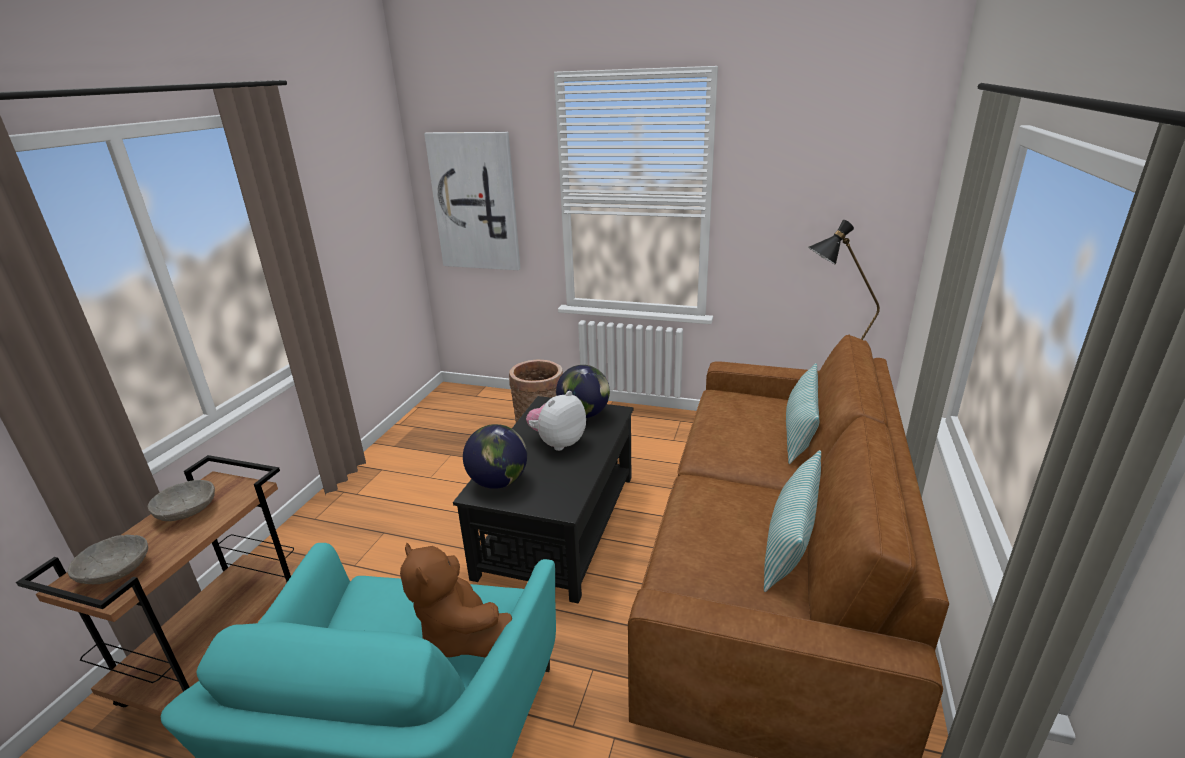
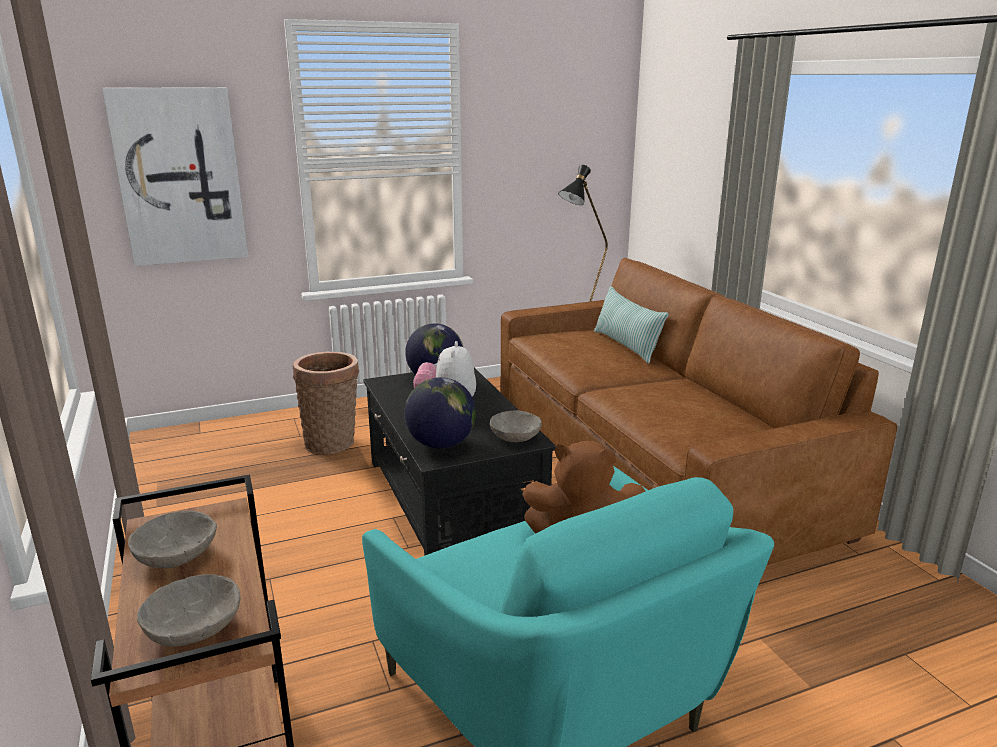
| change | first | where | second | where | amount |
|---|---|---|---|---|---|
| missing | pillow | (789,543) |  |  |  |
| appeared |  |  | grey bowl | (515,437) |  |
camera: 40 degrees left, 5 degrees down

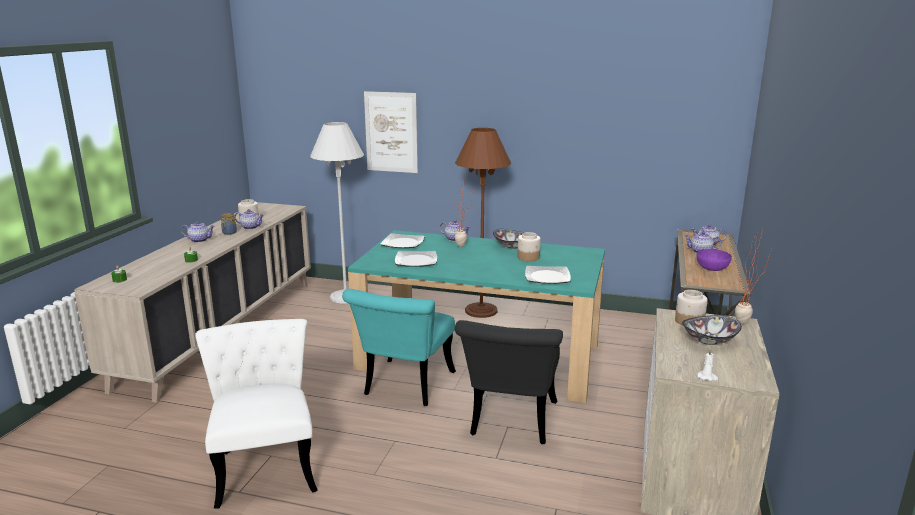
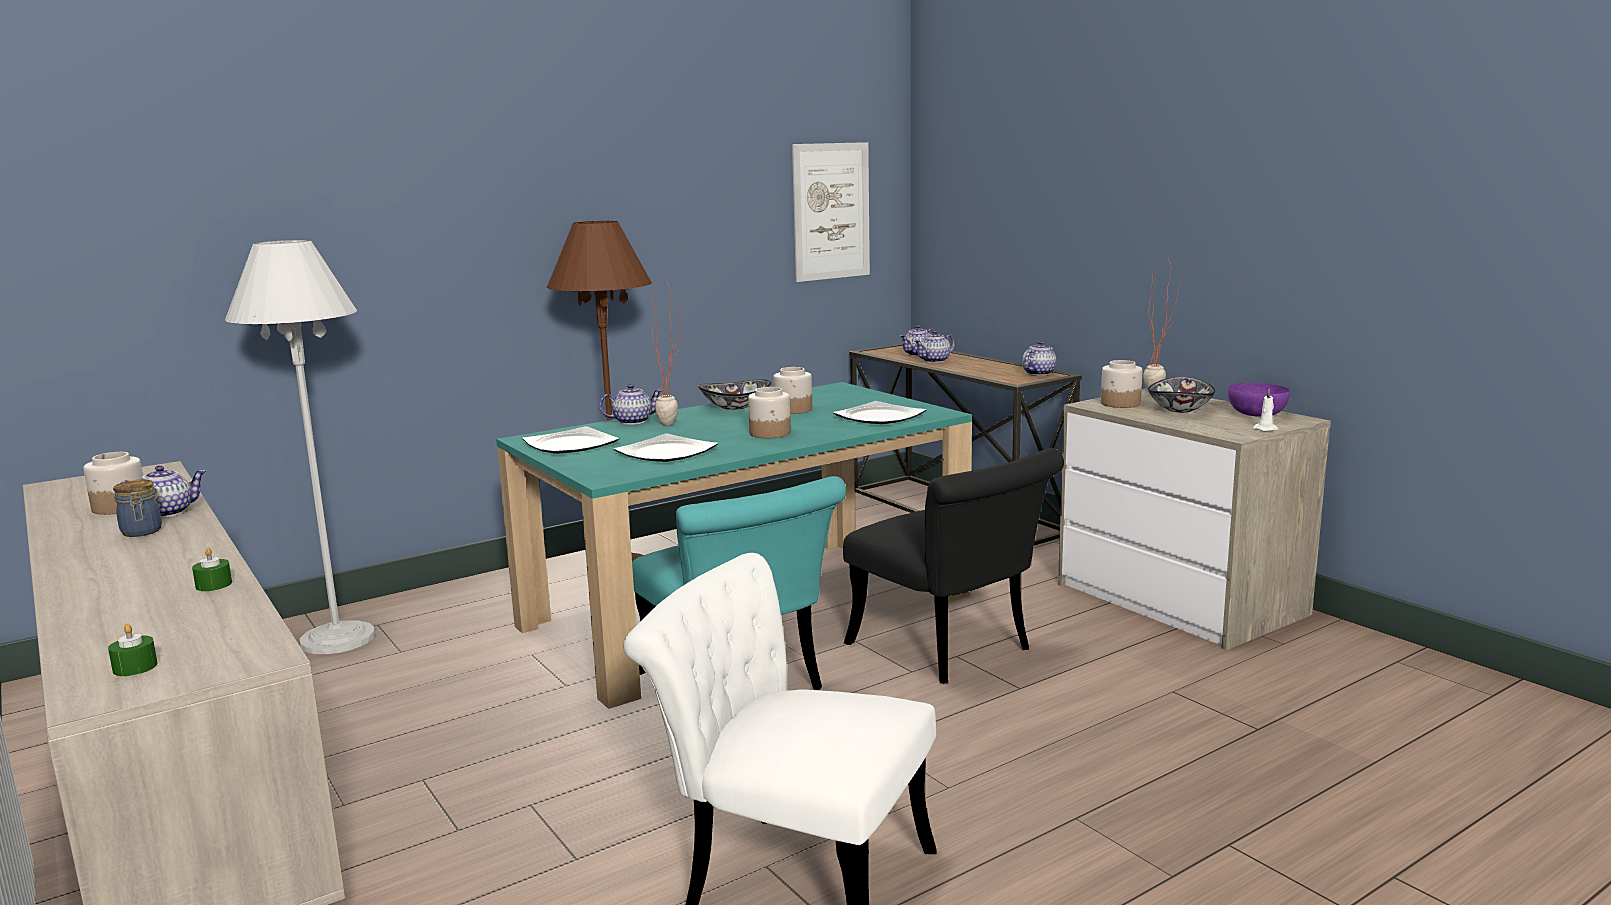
| change | first | where | second | where | amount |
|---|---|---|---|---|---|
| appeared |  |  | jar | (770,433) |  |
| relocated | teapot | (199,240) |  | (1038,373) |  |
| relocated | picture | (391,132) |  | (831,211) |  |
| relocated | purple bowl | (712,268) |  | (1256,414) |  |
camera: 50 degrees left, 5 degrees down

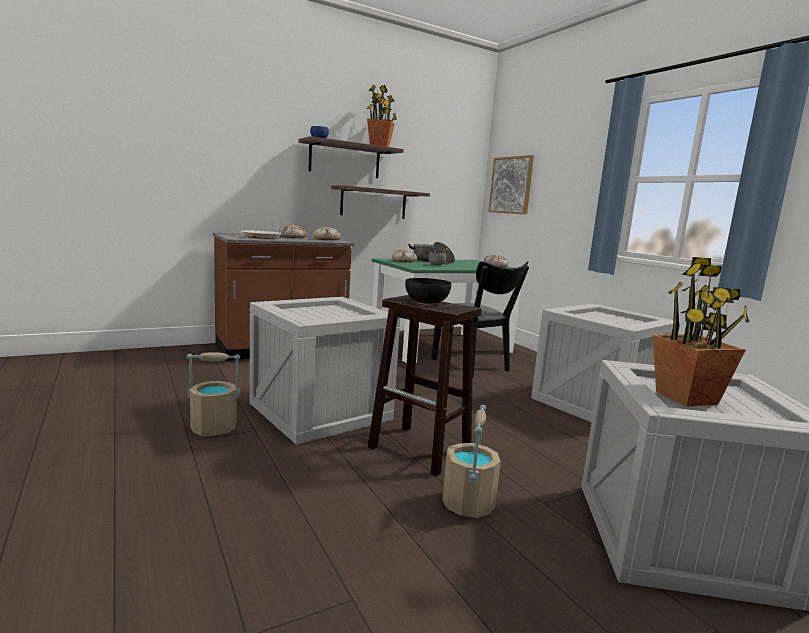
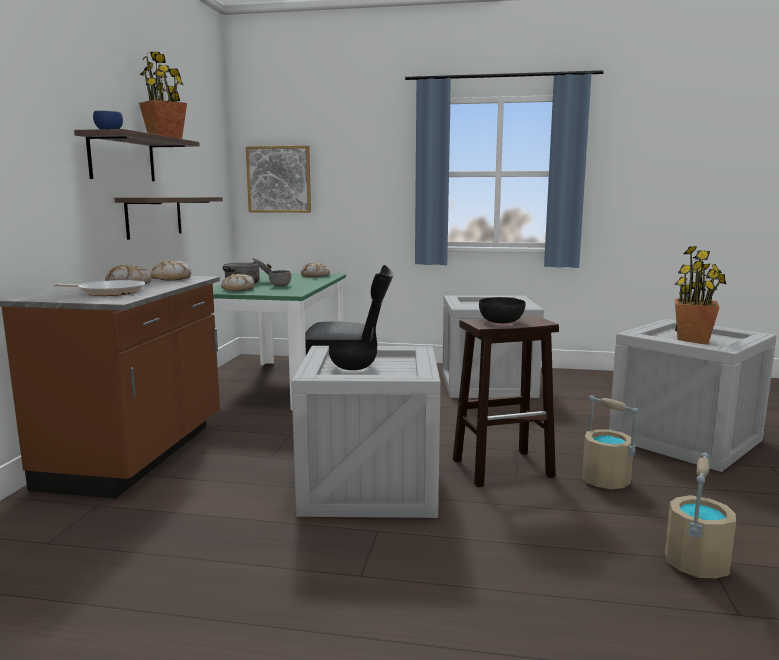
| change | first | where | second | where | amount |
|---|---|---|---|---|---|
| appeared |  |  | black bowl | (353,367) |  |
| relocated | beige bucket | (214,428) |  | (696,563) |  |
camera: 50 degrees left, 0 degrees up

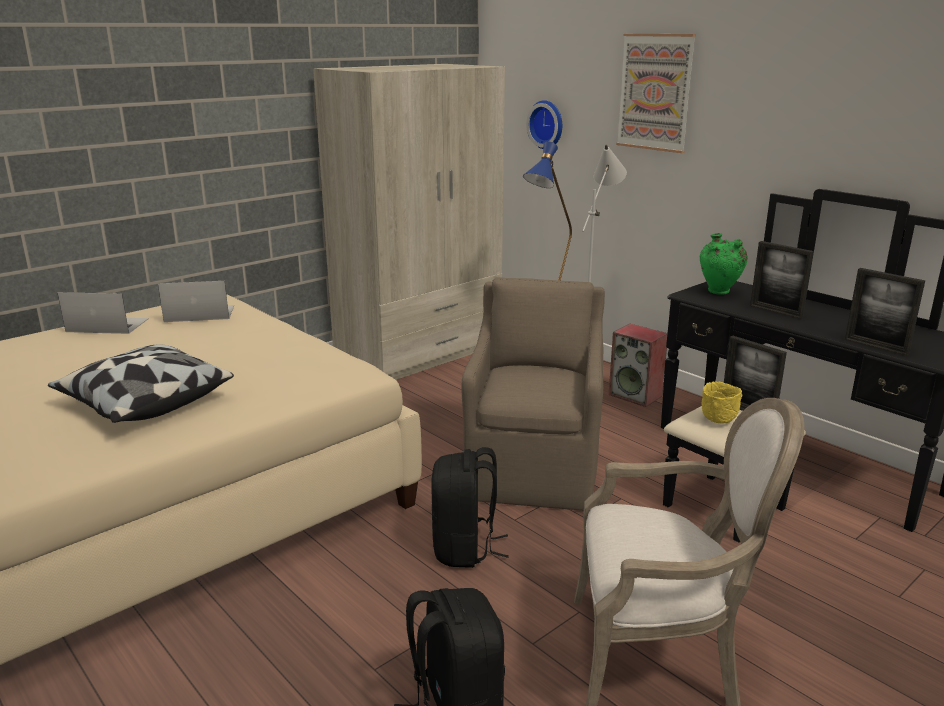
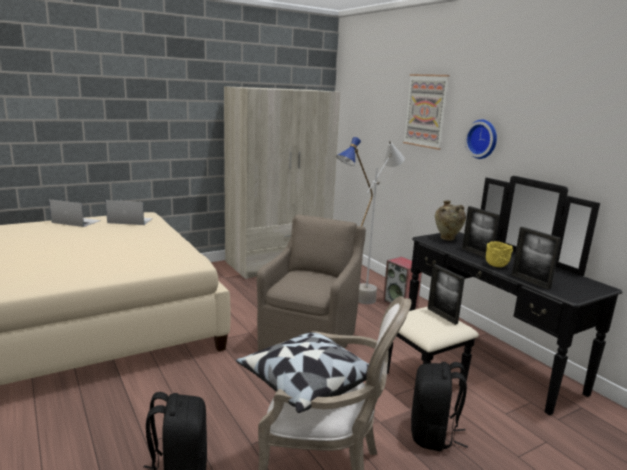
| change | first | where | second | where | amount |
|---|---|---|---|---|---|
| relocated | pillow | (144,403) |  | (305,383) |  |
| relocated | black backpack | (465,549) |  | (433,435) |  |
| relocated | wall clock | (547,124) |  | (483,139) |  |
| relocated | yellow bowl | (719,420) |  | (496,266) |  |
| colour | green vase | (719,292) | beige vase | (447,239) |  |
camera: 10 degrees right, 5 degrees down

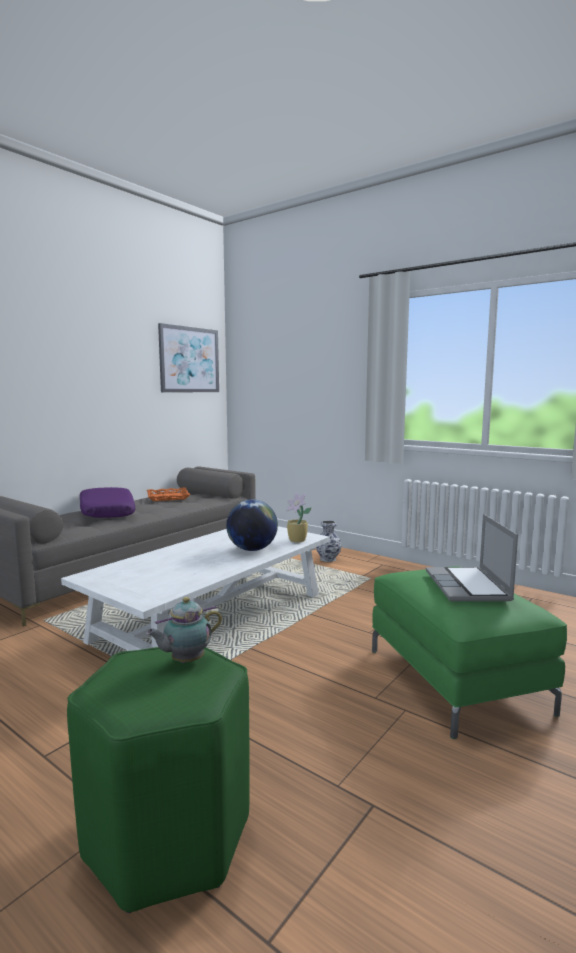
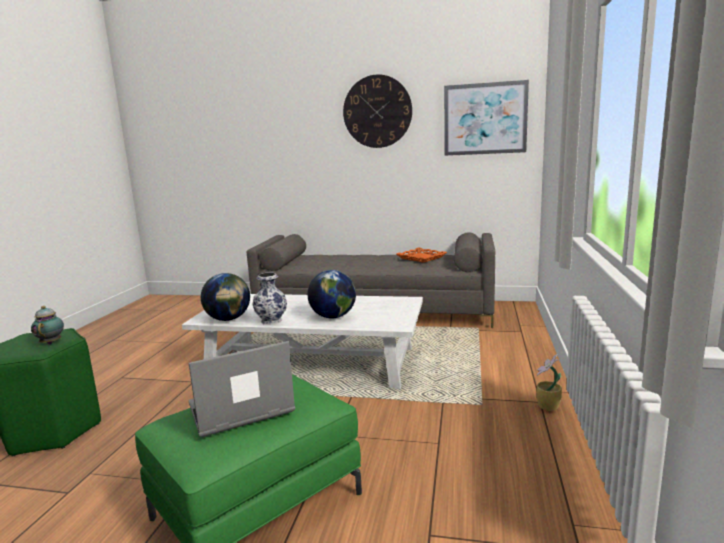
| change | first | where | second | where | amount |
|---|---|---|---|---|---|
| missing | purple pillow | (106,512) |  |  |  |
| appeared |  |  | globe | (228,319) |  |
| appeared |  |  | wall clock | (377,111) |  |
| relocated | potted plant | (297,540) |  | (547,407) |  |
| relocated | vase | (327,559) |  | (271,321) |  |
| spun | teapot | (185,661) |  | (51,342) | 45 degrees clockwise |
camera: 65 degrees right, 5 degrees up

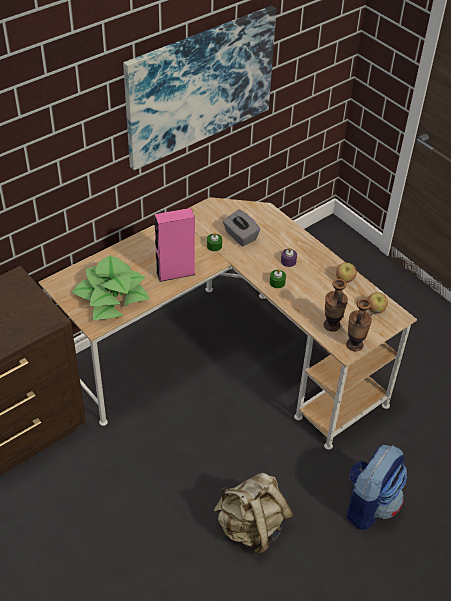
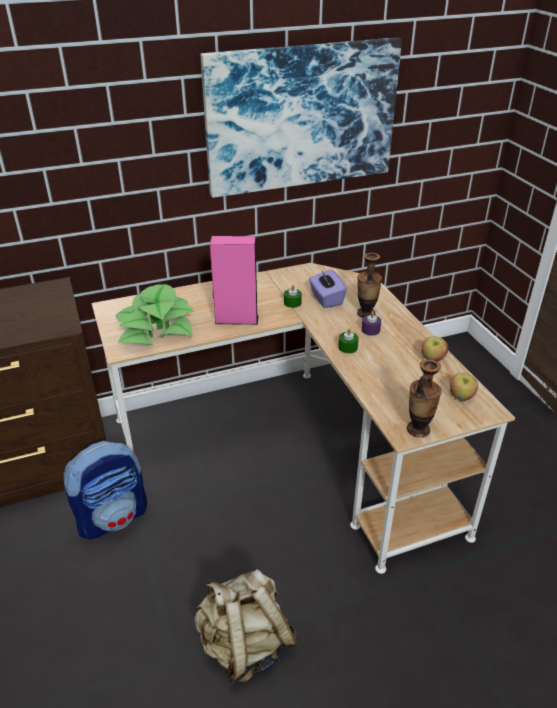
| change | first | where | second | where | amount |
|---|---|---|---|---|---|
| relocated | vase | (331,325) |  | (366,313) |  |
| relocated | backpack | (369,504) |  | (113,517) |  |
| colour | grey tissue box | (240,236) | purple tissue box | (326,299) |  |
camera: 20 degrees right, 10 degrees down

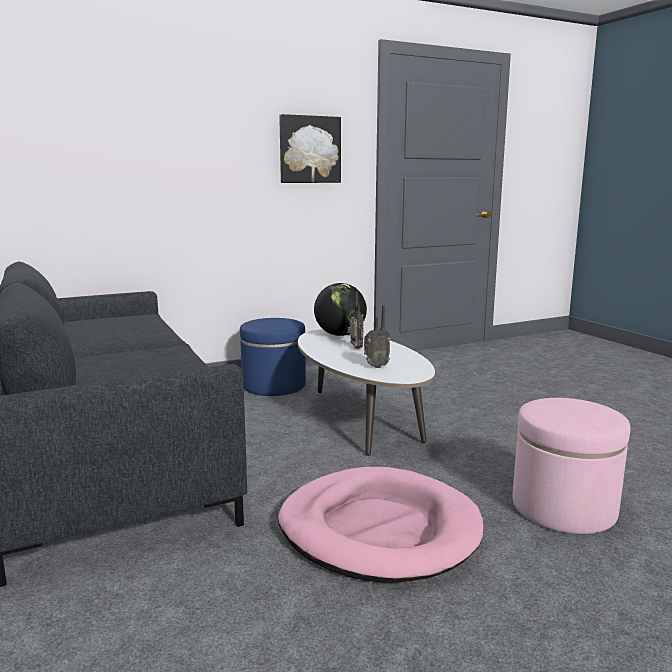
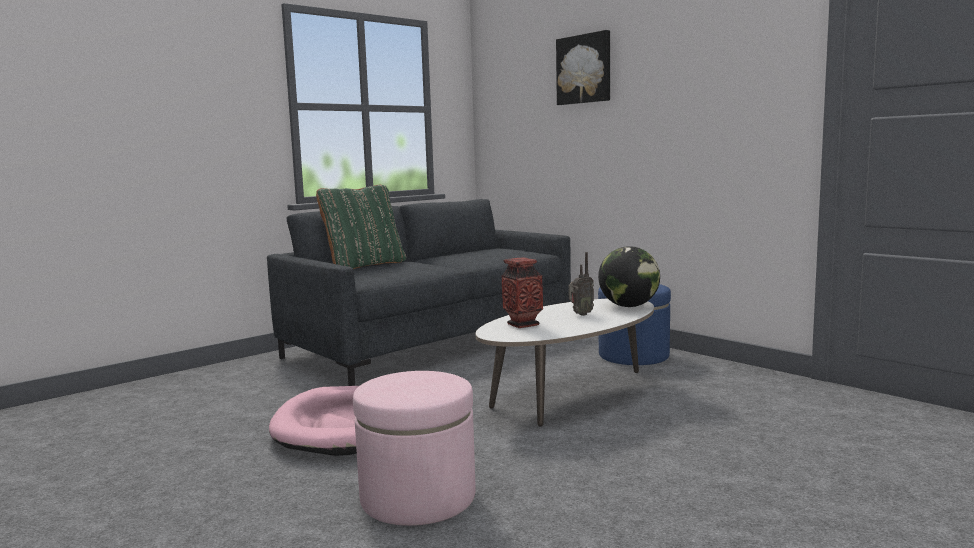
| change | first | where | second | where | amount |
|---|---|---|---|---|---|
| appeared |  |  | green pillow | (364,266) |  |
| relocated | picture | (309,149) |  | (584,69) |  |
| exchanged | radio | (375,366) | vase | (523,324) |  |
camera: 75 degrees right, 5 degrees down

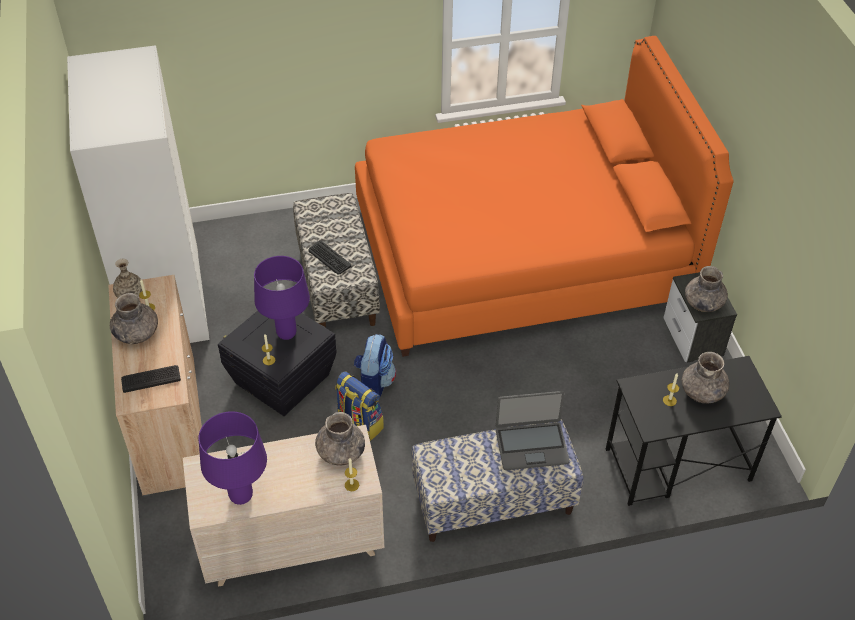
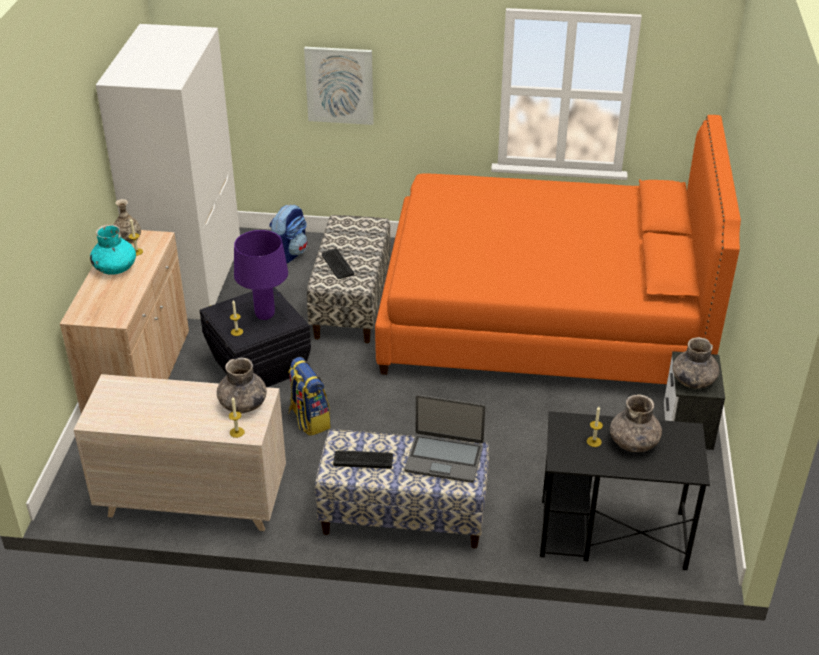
| change | first | where | second | where | amount |
|---|---|---|---|---|---|
| missing | purple table lamp | (241,496) |  |  |  |
| appeared |  |  | picture | (339,85) |  |
| relocated | keyboard | (151,379) |  | (363,459) |  |
| relocated | backpack | (374,382) |  | (290,253) |  |
| colour | grey vase | (136,333) | turquoise vase | (115,267) |  |
camera: 20 degrees right, 10 degrees down

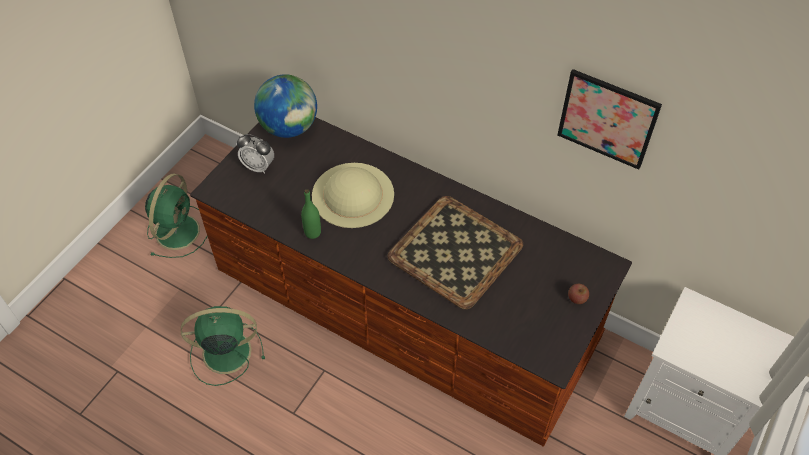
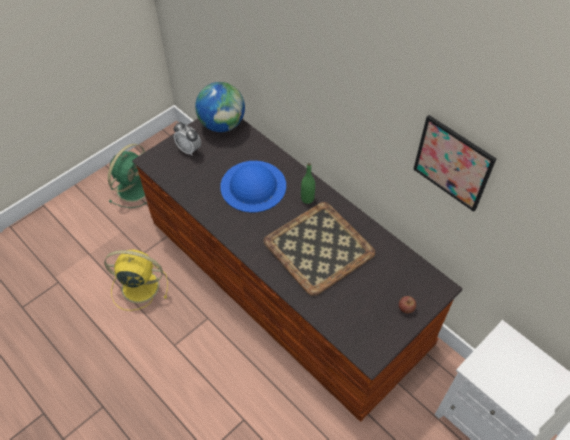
| change | first | where | second | where | amount |
|---|---|---|---|---|---|
| relocated | green bottle | (312,232) |  | (307,199) |  |
| colour | green fan | (224,352) | yellow fan | (138,286) |  |
| colour | beige hat | (353,195) | blue hat | (253,186) |  |
camera: 15 degrees right, 0 degrees up

